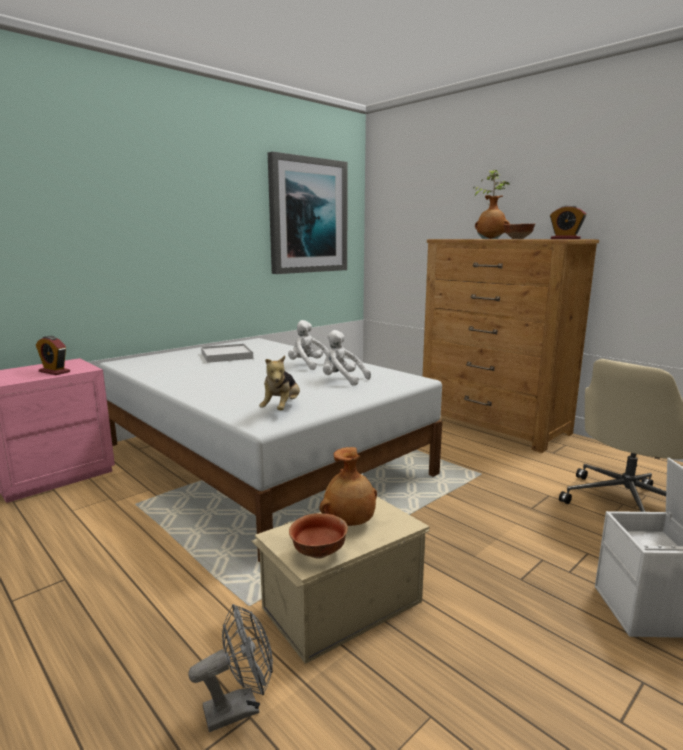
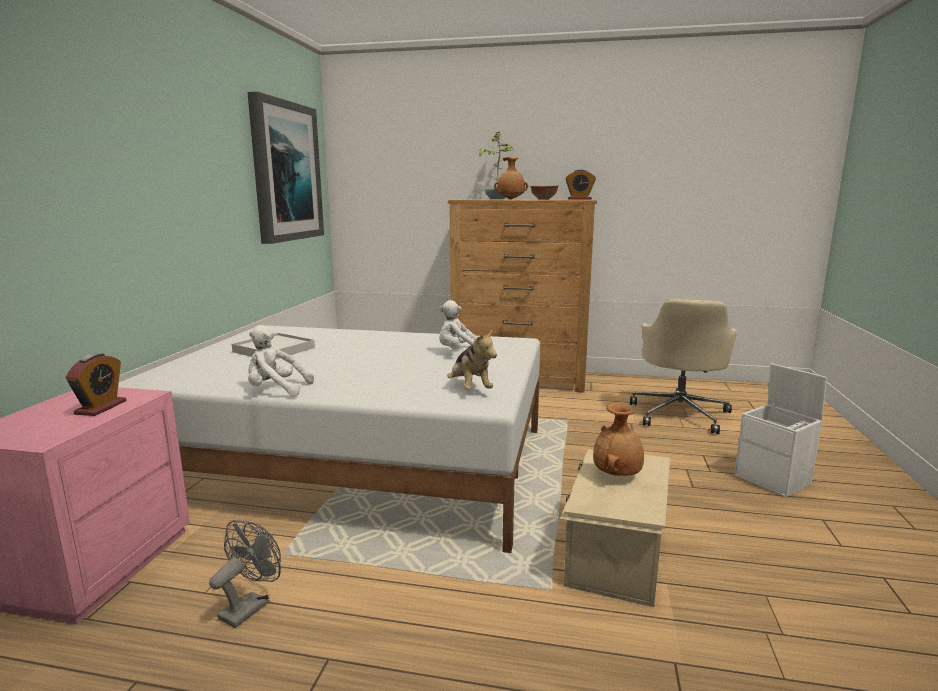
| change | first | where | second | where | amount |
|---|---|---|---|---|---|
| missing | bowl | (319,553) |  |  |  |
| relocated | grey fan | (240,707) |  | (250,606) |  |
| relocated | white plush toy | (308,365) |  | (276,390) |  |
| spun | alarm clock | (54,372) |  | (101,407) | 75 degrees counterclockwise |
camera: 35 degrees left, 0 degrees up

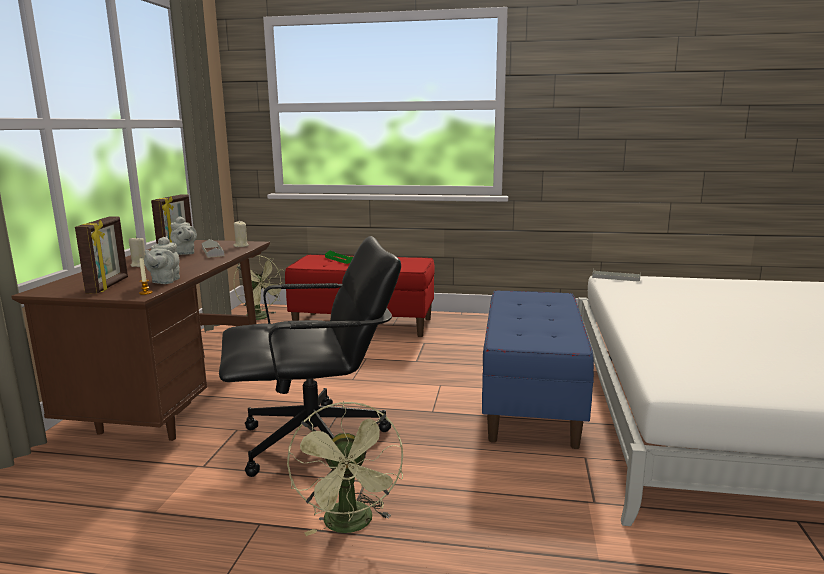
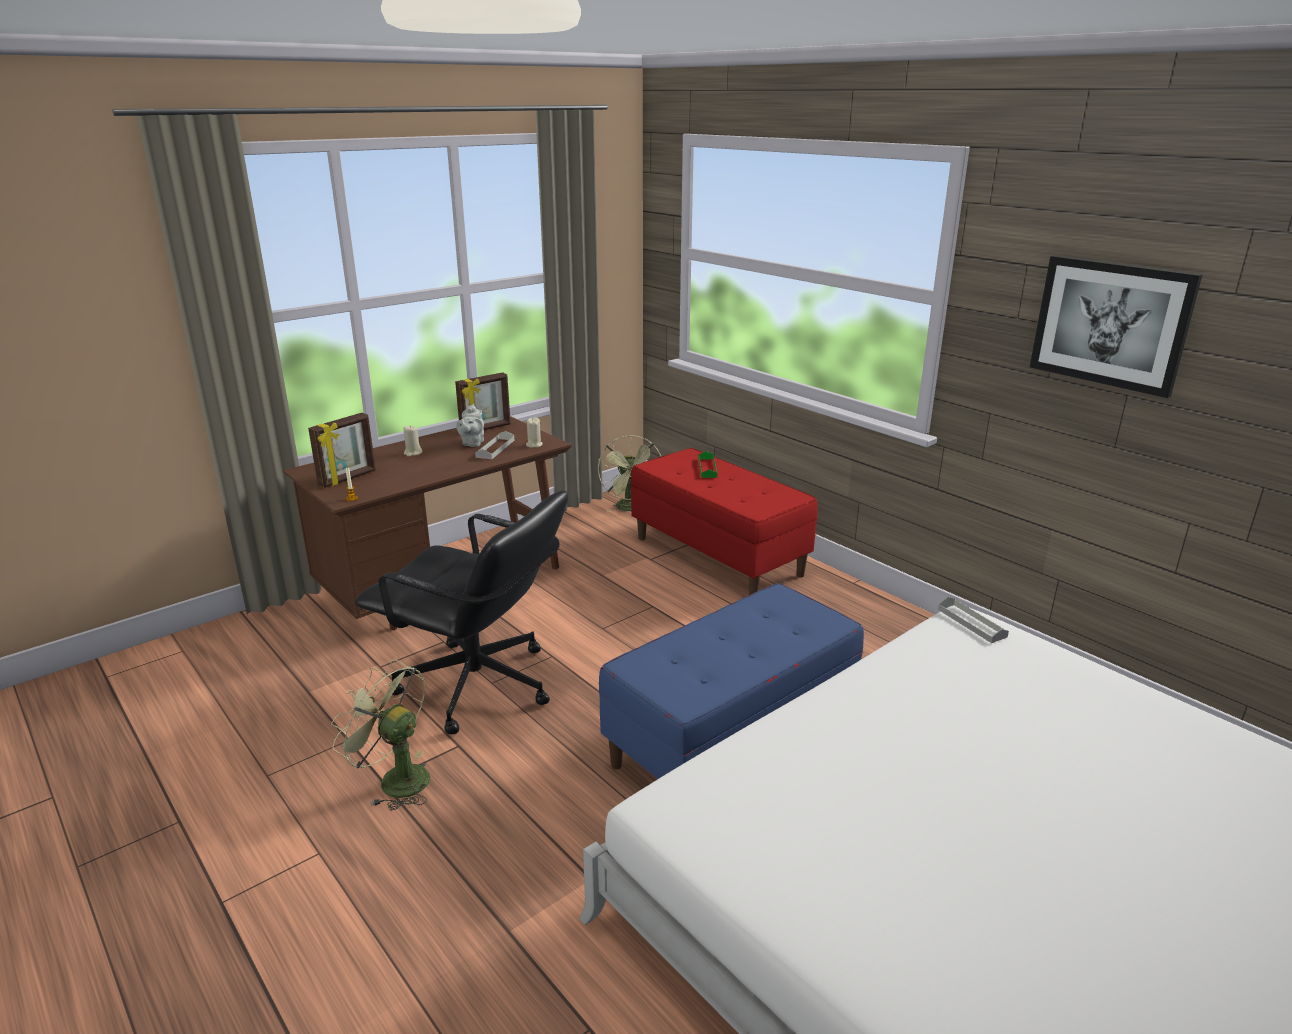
| change | first | where | second | where | amount |
|---|---|---|---|---|---|
| missing | grey teapot | (164,281) |  |  |  |
| appeared |  |  | picture | (1110,324) |  |
| spun | green fan | (351,525) |  | (395,779) | 90 degrees clockwise |
camera: 40 degrees right, 10 degrees up

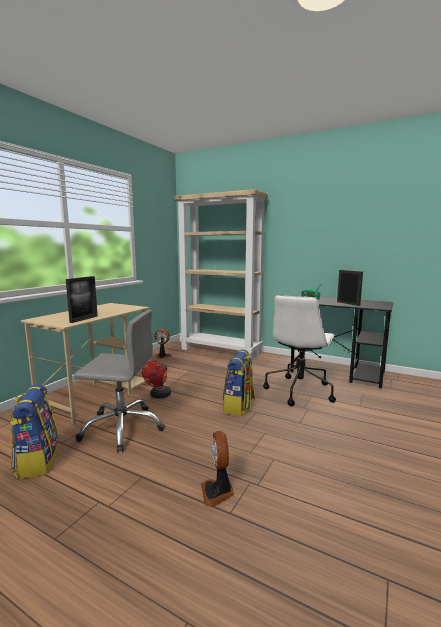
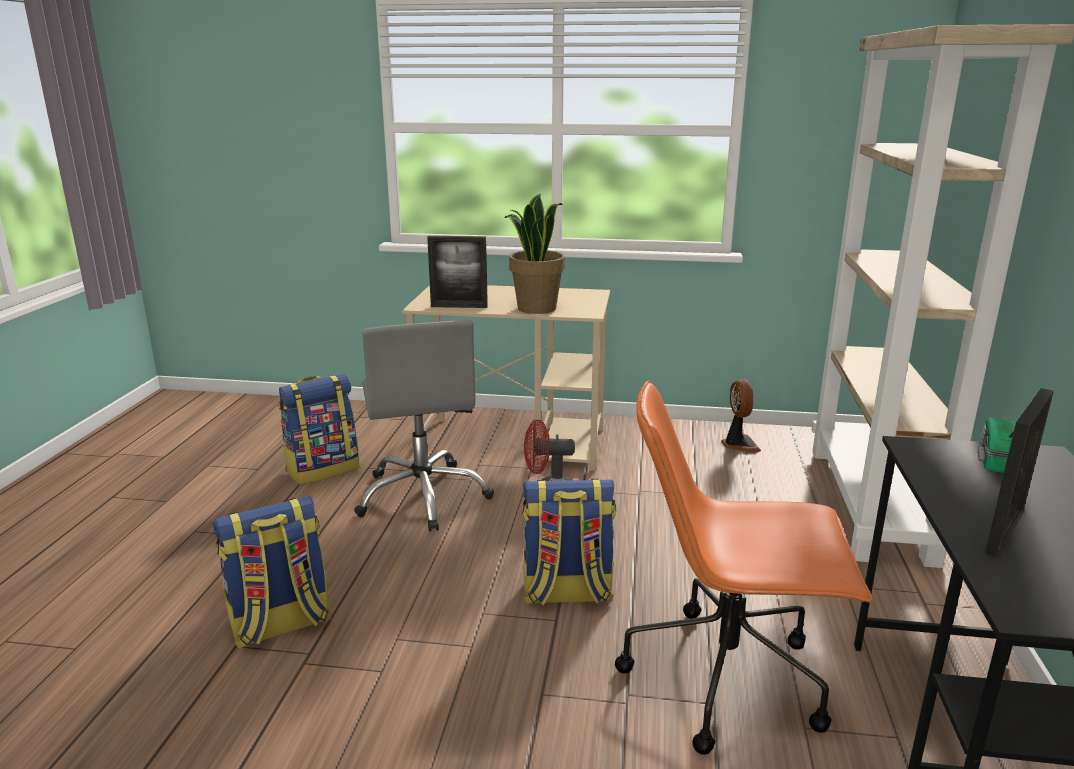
| change | first | where | second | where | amount |
|---|---|---|---|---|---|
| appeared |  |  | potted plant | (536,308) |  |
| exchanged | fan | (218,492) | backpack | (280,625) |  |
| colour | white office chair | (299,390) | orange office chair | (728,677) |  |
camera: 70 degrees right, 10 degrees up

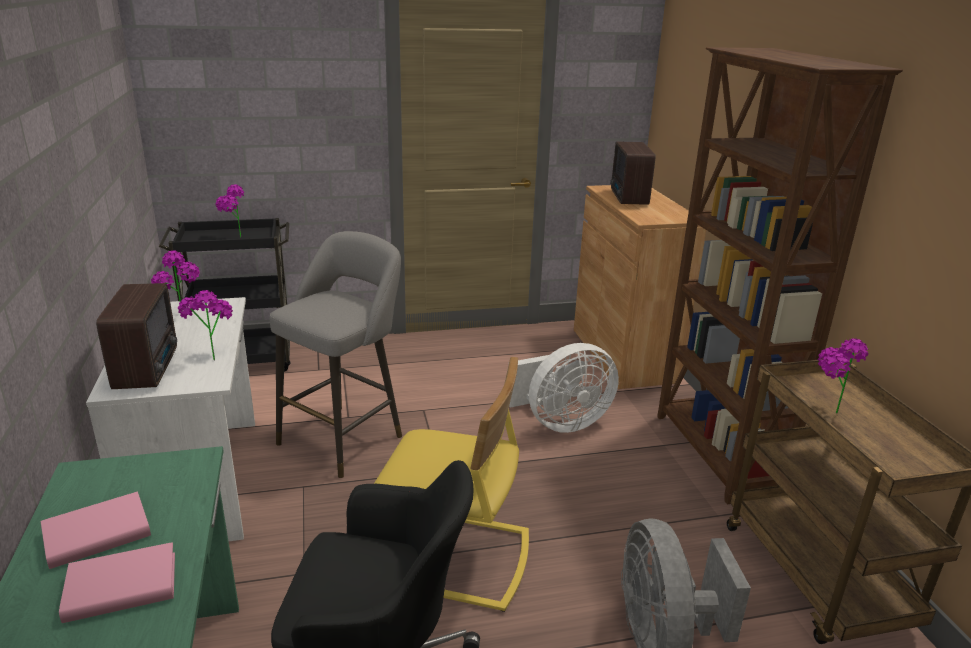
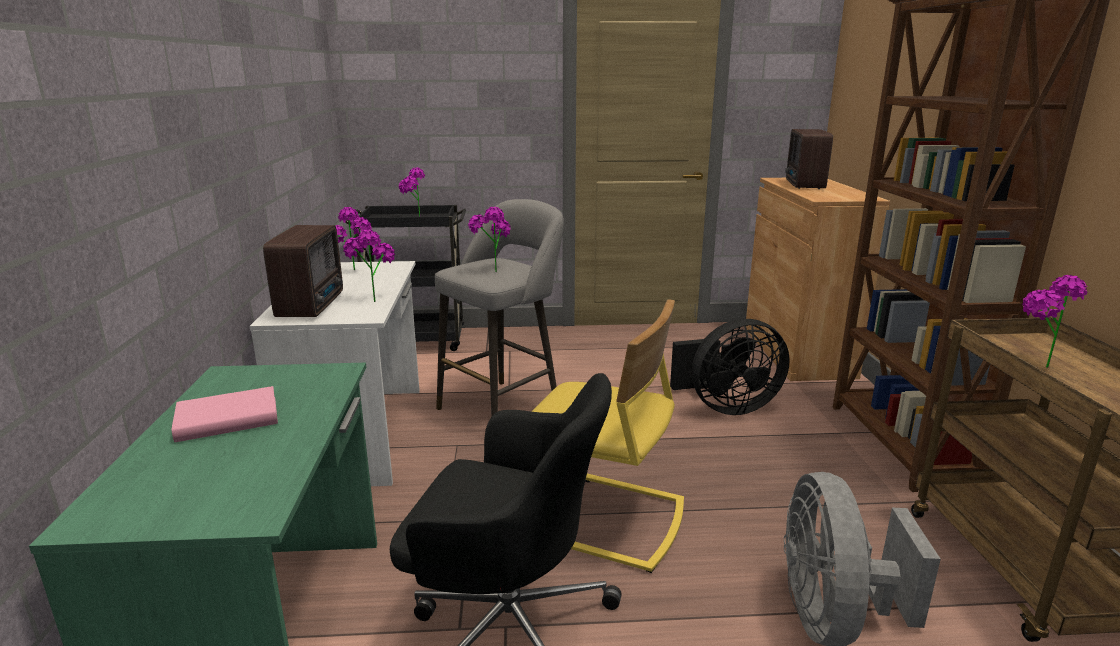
| change | first | where | second | where | amount |
|---|---|---|---|---|---|
| missing | pink book | (121,587) |  |  |  |
| appeared |  |  | potted plant | (491,270) |  |
| colour | white fan | (561,423) | black fan | (726,407) |  |
camera: 10 degrees right, 5 degrees down

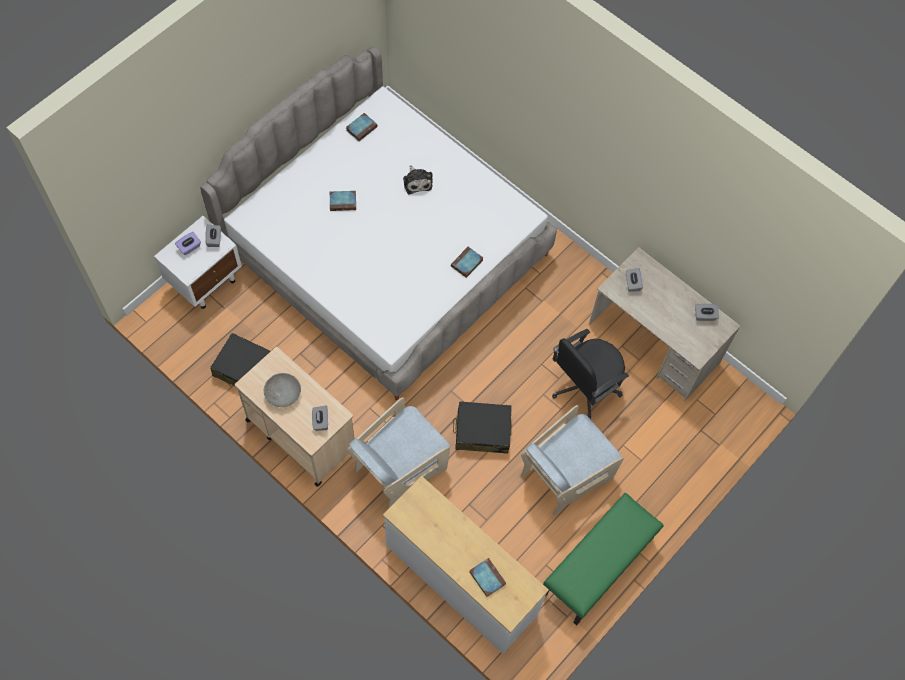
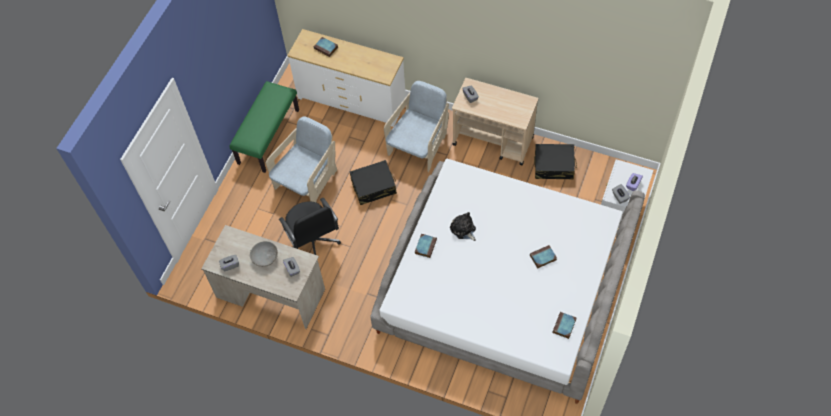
| change | first | where | second | where | amount |
|---|---|---|---|---|---|
| relocated | grey bowl | (283,394) |  | (265,257) |  |
| relocated | plush toy | (417,182) |  | (463,229) |  |
| spun | black office chair | (584,387) |  | (313,242) | 120 degrees clockwise |
camera: 165 degrees right, 5 degrees down

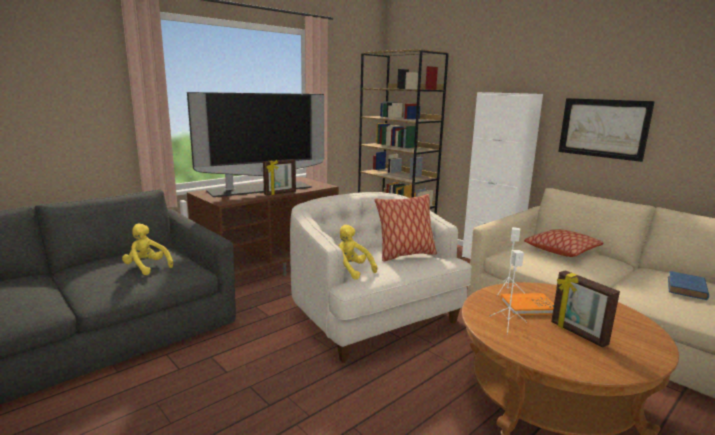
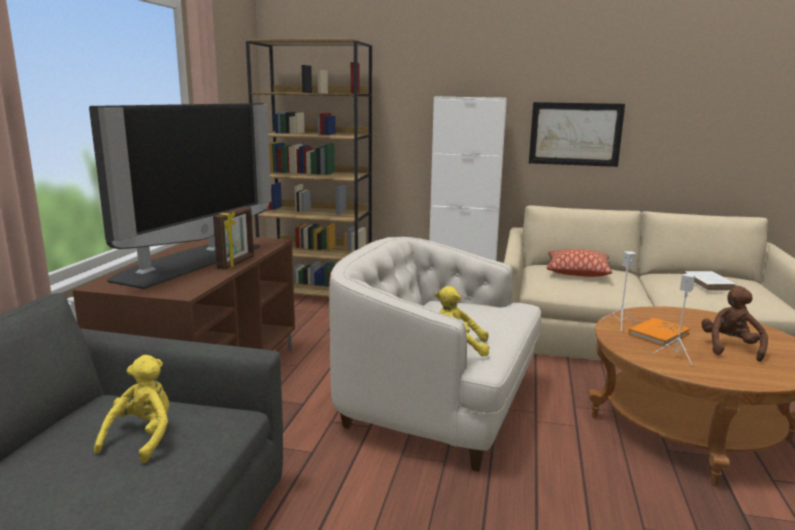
| change | first | where | second | where | amount |
|---|---|---|---|---|---|
| missing | pillow | (405,255) |  |  |  |
| exchanged | picture frame | (578,334) | brown plush toy | (730,348) |  |
| colour | blue book | (686,289) | white book | (710,284) |  |
| spun | yellow plush toy | (147,268) |  | (143,438) | 105 degrees clockwise |
camera: 35 degrees left, 0 degrees up

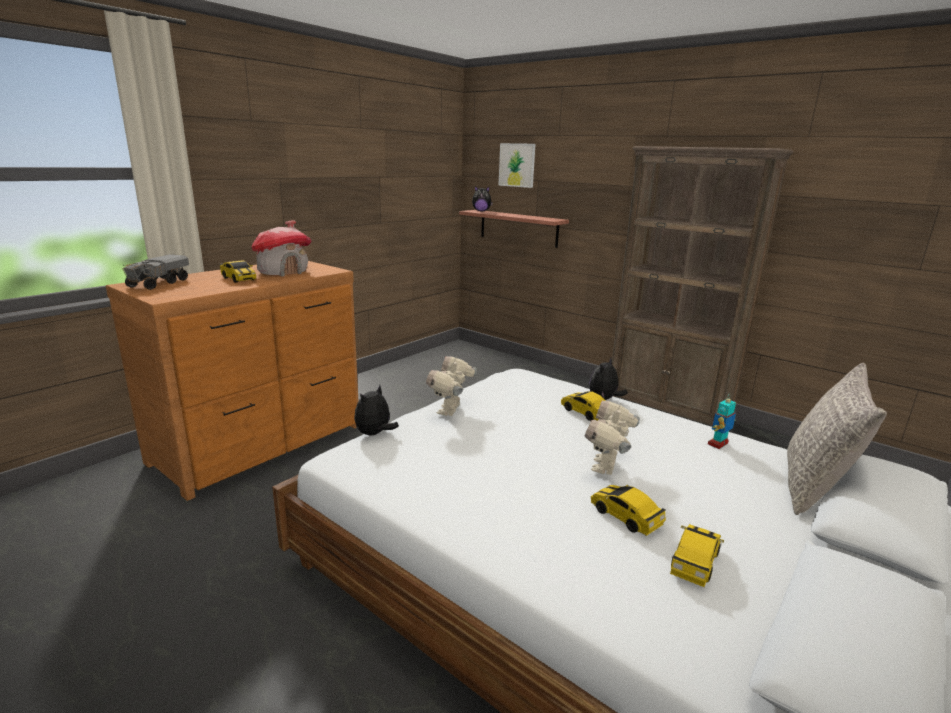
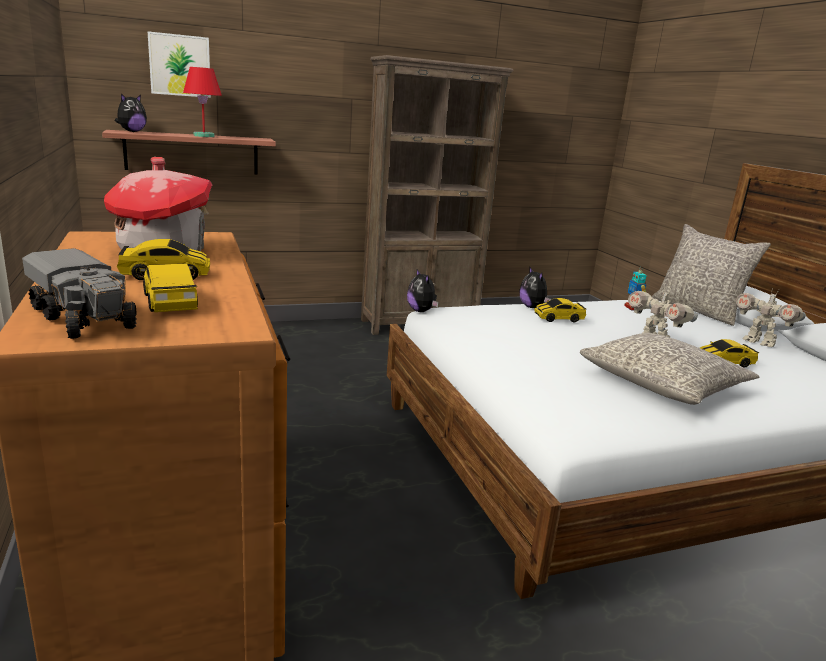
| change | first | where | second | where | amount |
|---|---|---|---|---|---|
| appeared |  |  | red table lamp | (204,136) |  |
| appeared |  |  | grey pillow | (663,384) |  |
| relocated | plush toy | (374,434) |  | (421,311) |  |
| relocated | toy robot | (451,411) |  | (759,342) |  |
| relocated | toy car | (694,562) |  | (170,302) |  |
camera: 60 degrees left, 0 degrees up

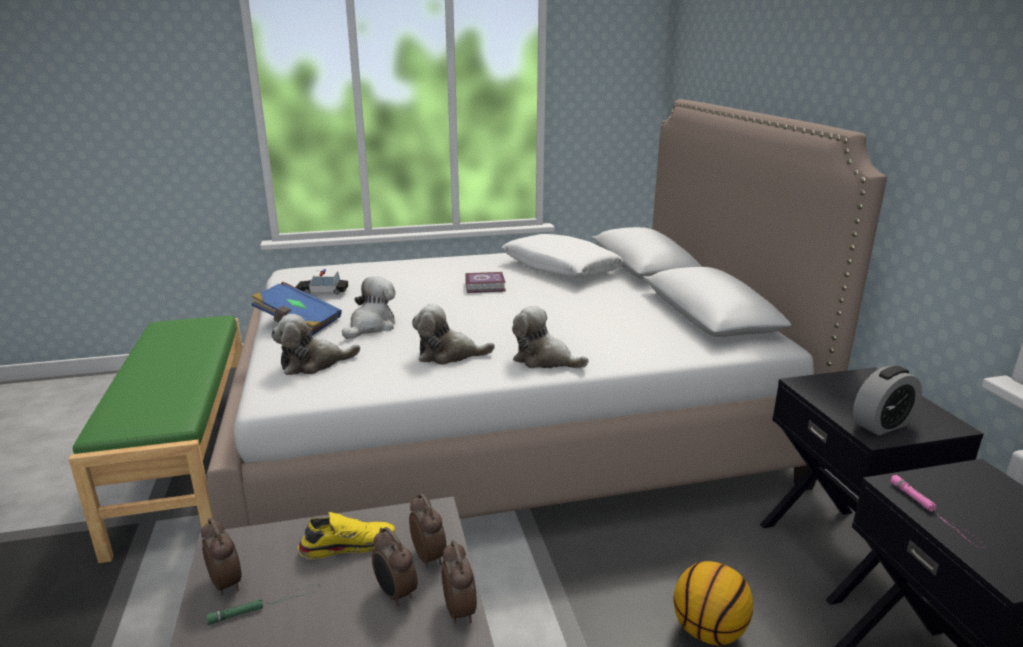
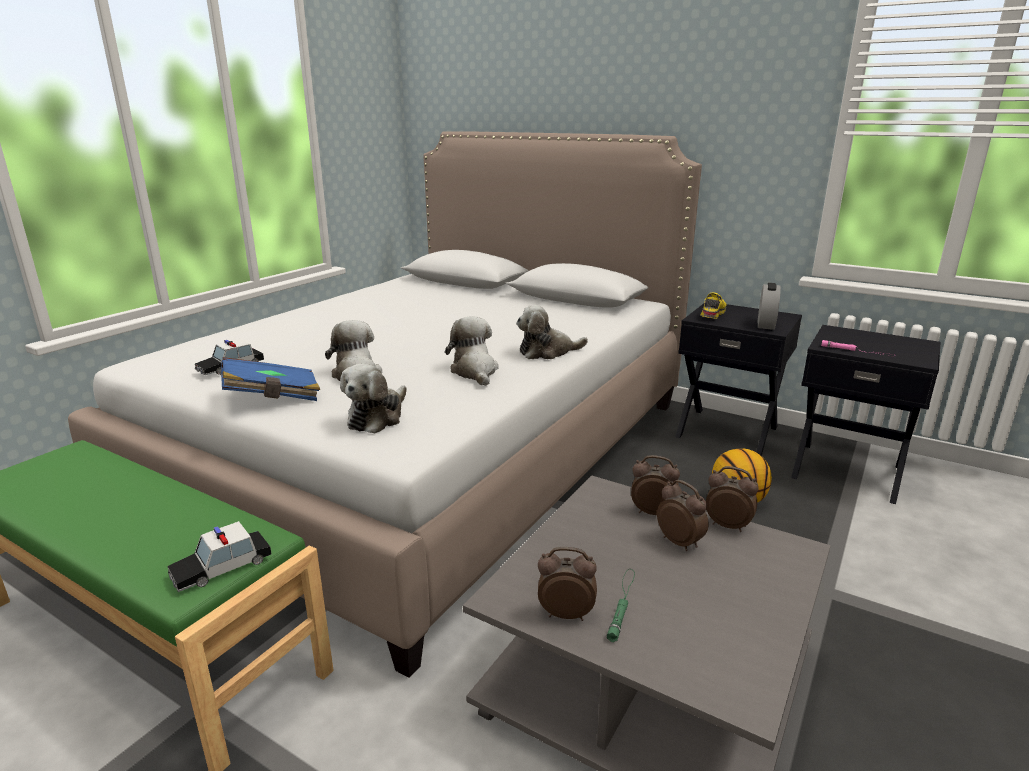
| change | first | where | second | where | amount |
|---|---|---|---|---|---|
| missing | book | (486,287) |  |  |  |
| missing | white pillow | (560,268) |  |  |  |
| appeared |  |  | toy car | (221,568) |  |
| relocated | yellow shoe | (348,544) |  | (711,314) |  |
| spun | alarm clock | (395,594) |  | (680,542) | 135 degrees counterclockwise |
| spun | plush toy | (448,355) |  | (475,372) | 120 degrees clockwise |
camera: 45 degrees left, 0 degrees up

